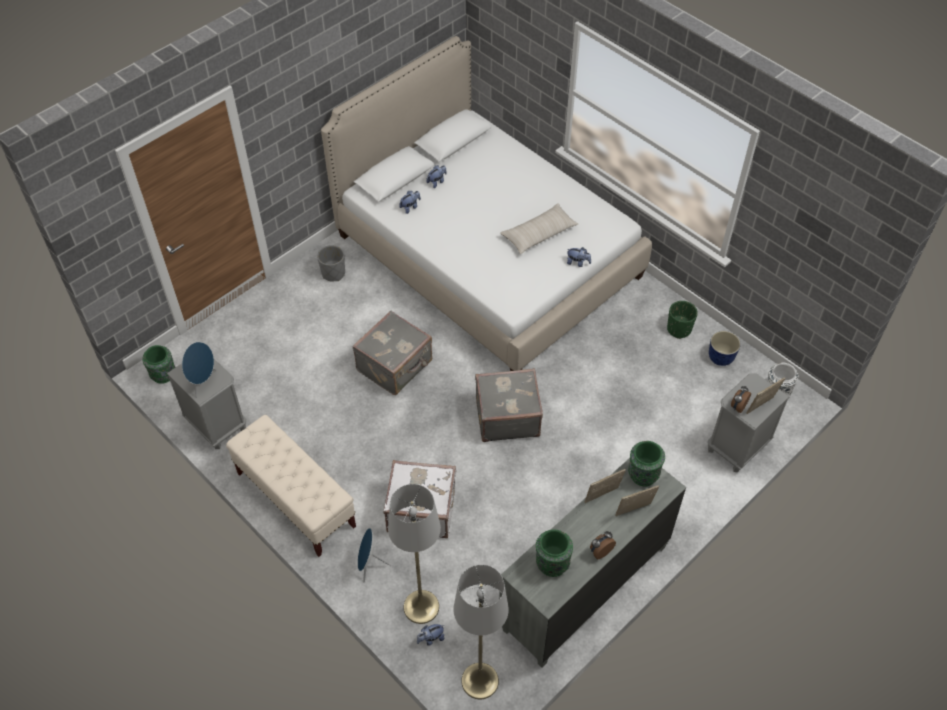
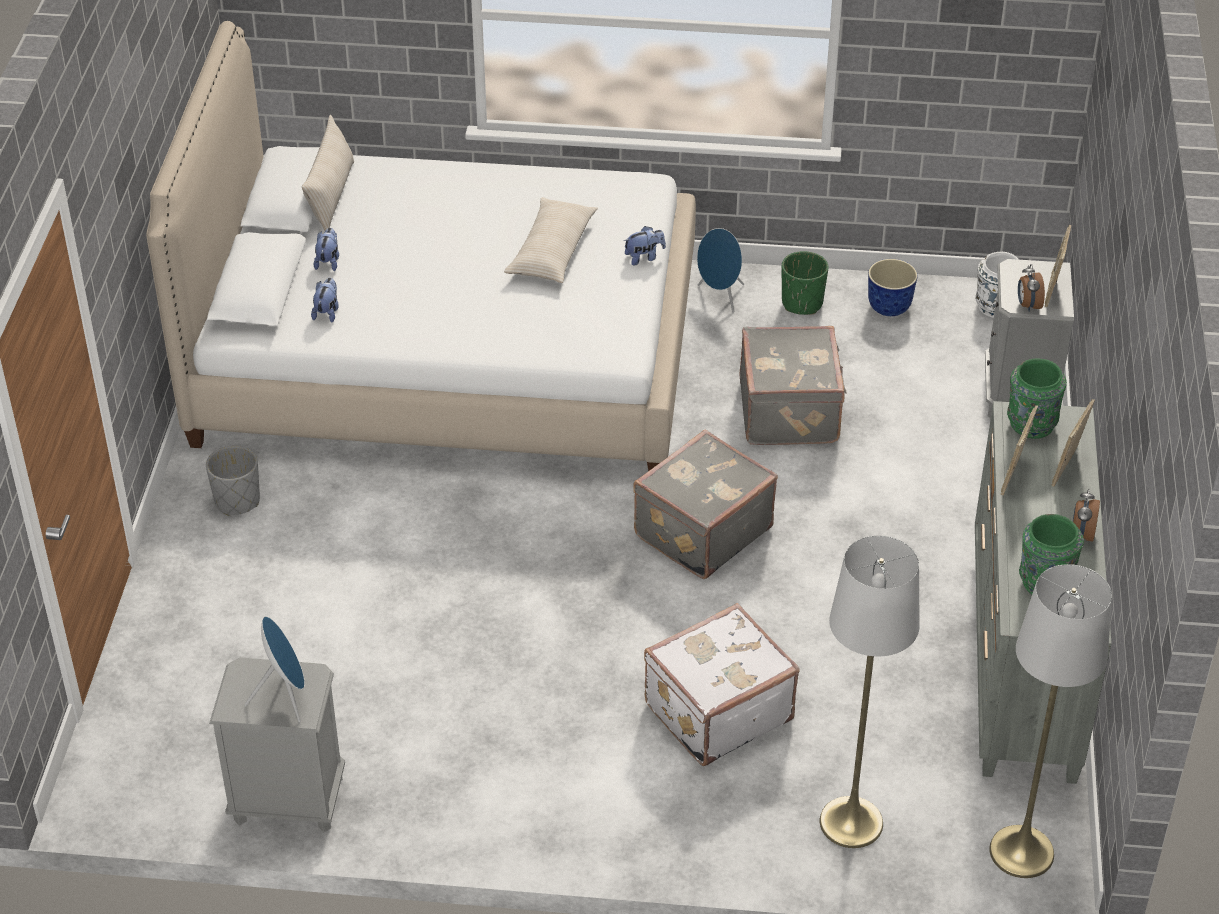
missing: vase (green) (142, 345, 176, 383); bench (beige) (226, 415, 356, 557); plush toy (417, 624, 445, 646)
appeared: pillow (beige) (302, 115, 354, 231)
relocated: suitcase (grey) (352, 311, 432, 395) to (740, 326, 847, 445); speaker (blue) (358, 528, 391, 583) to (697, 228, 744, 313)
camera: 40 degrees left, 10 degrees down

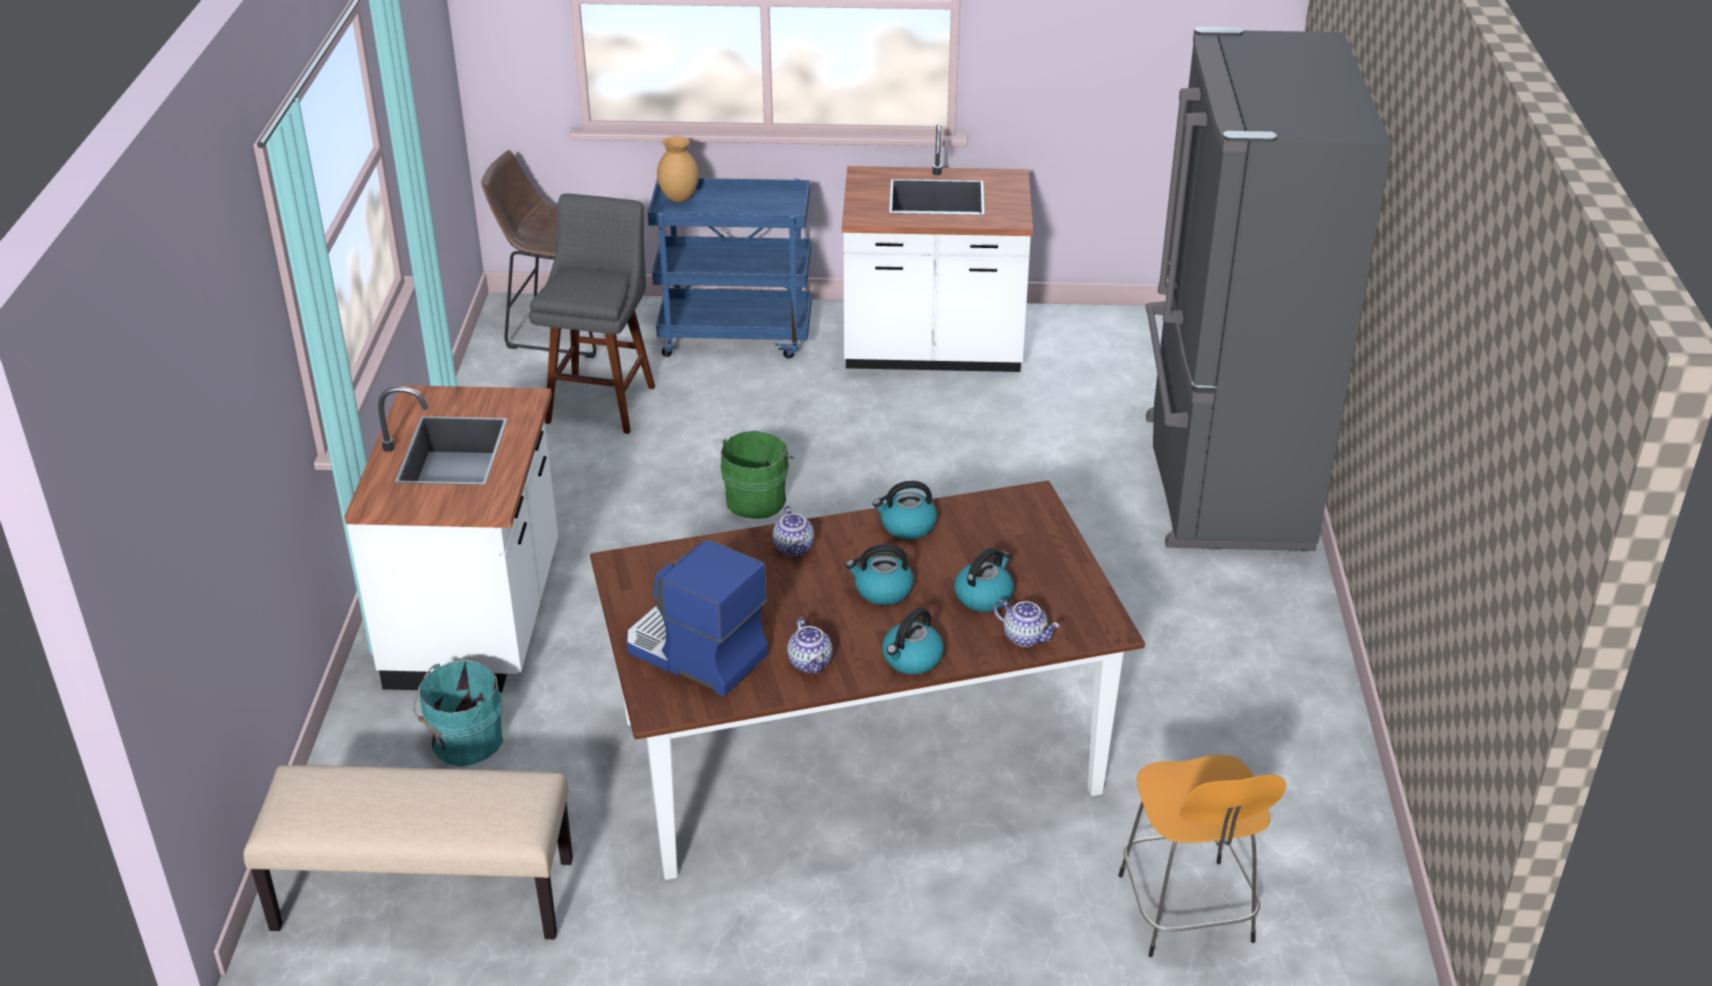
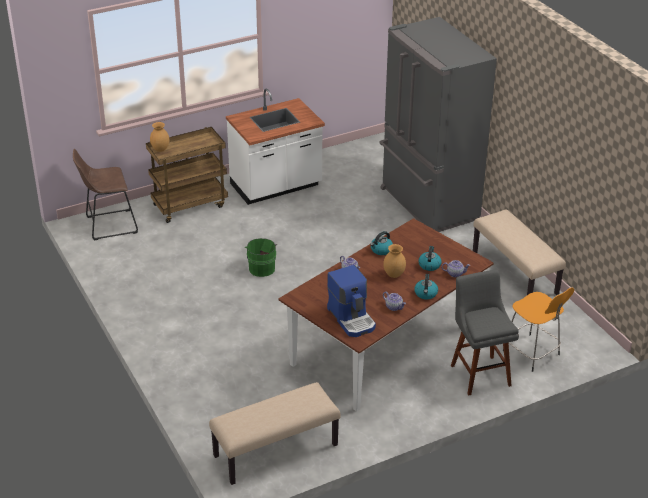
missing: counter (white) (344, 385, 558, 693); bucket (turquoise) (413, 660, 503, 767)
appeared: bench (beige) (473, 209, 566, 295)
relocated: stool (grey) (529, 193, 655, 434) to (451, 270, 519, 395)
exchanged: kettle (846, 544, 914, 605) to vase (brown) (383, 244, 406, 278)
colour: cart (blue) (648, 178, 812, 359) to cart (brown) (146, 127, 228, 223)
spun: coffee machine (627, 540, 768, 697) = (327, 265, 376, 337) 120 degrees counterclockwise
camera: 30 degrees left, 0 degrees up

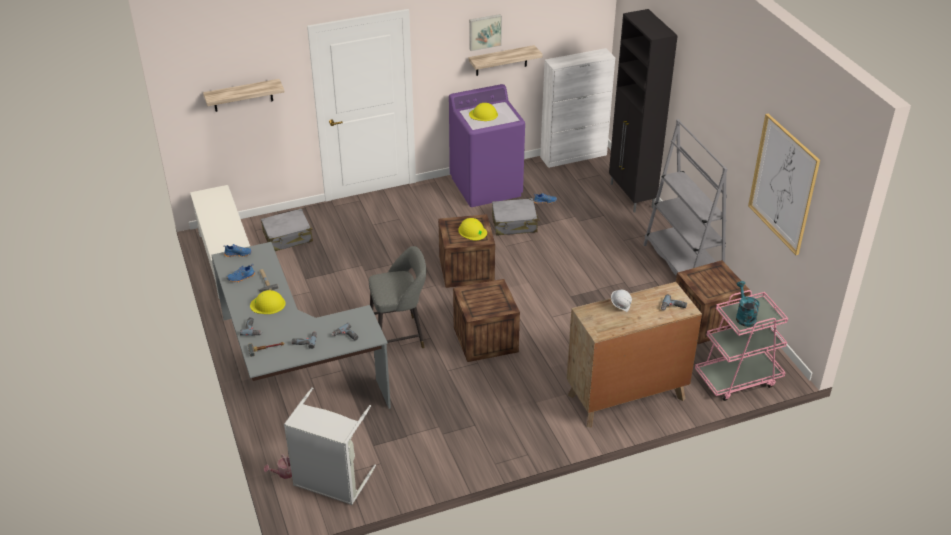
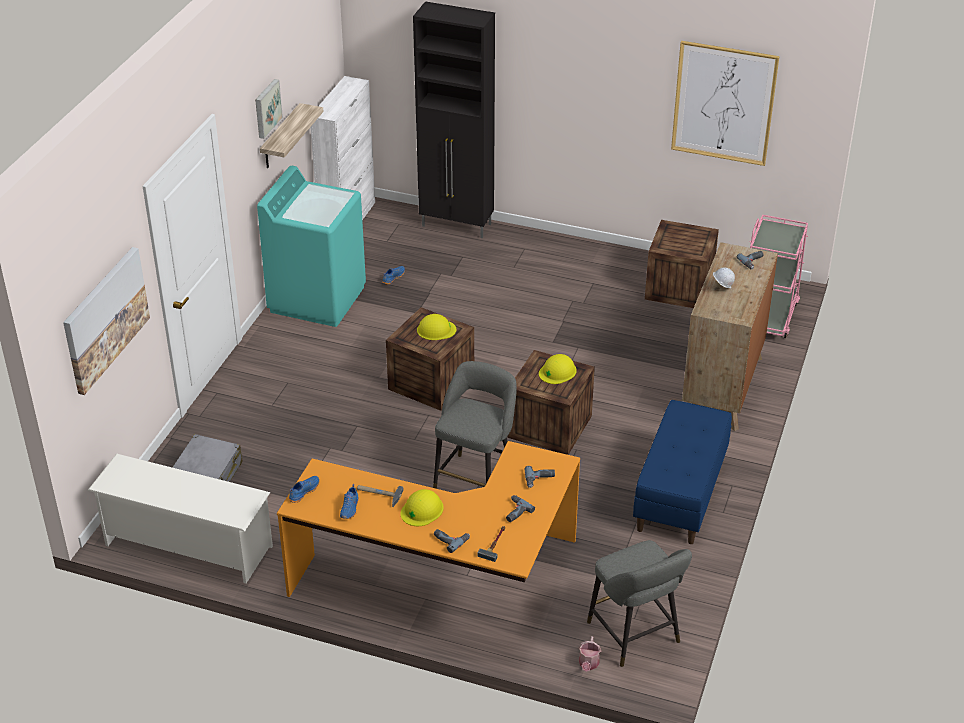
missing: bookcase (grey) (643, 119, 727, 276); suitcase (grey) (492, 198, 539, 236); watering can (turquoise) (736, 281, 760, 327)
appeared: bench (blue) (633, 400, 732, 544)
relocated: hard hat (yellow) (469, 103, 498, 121) to (539, 354, 577, 384)
exchanged: shelf (203, 79, 284, 112) to picture (63, 247, 150, 395); laundry basket (grey) (284, 387, 376, 505) to stool (grey) (587, 540, 692, 667)
colour: washing machine (purple) (449, 84, 525, 207) to washing machine (turquoise) (257, 166, 366, 327); desk (grey) (211, 242, 391, 409) to desk (orange) (277, 441, 580, 597)
camera: 50 degrees left, 0 degrees up

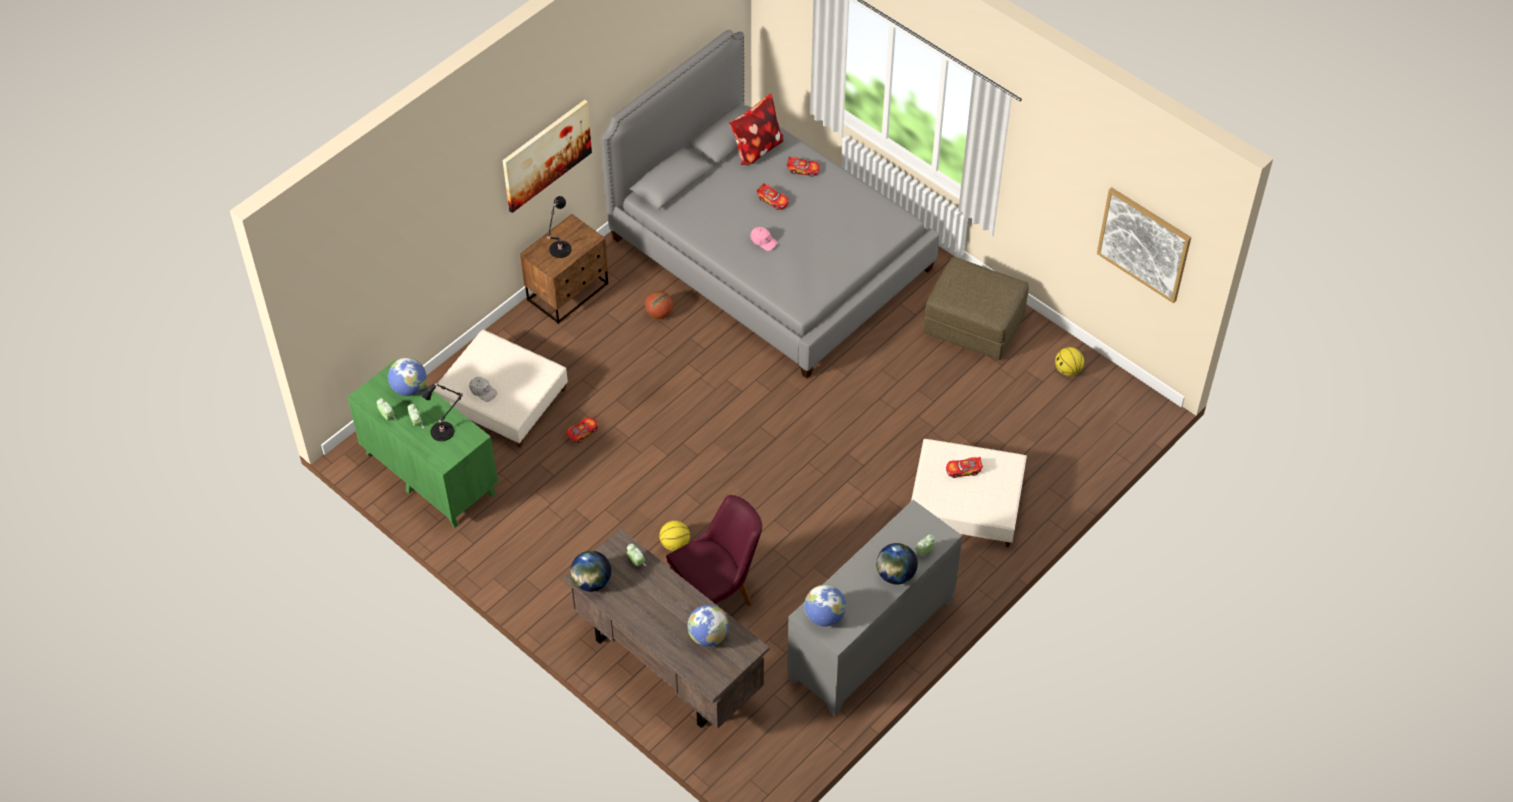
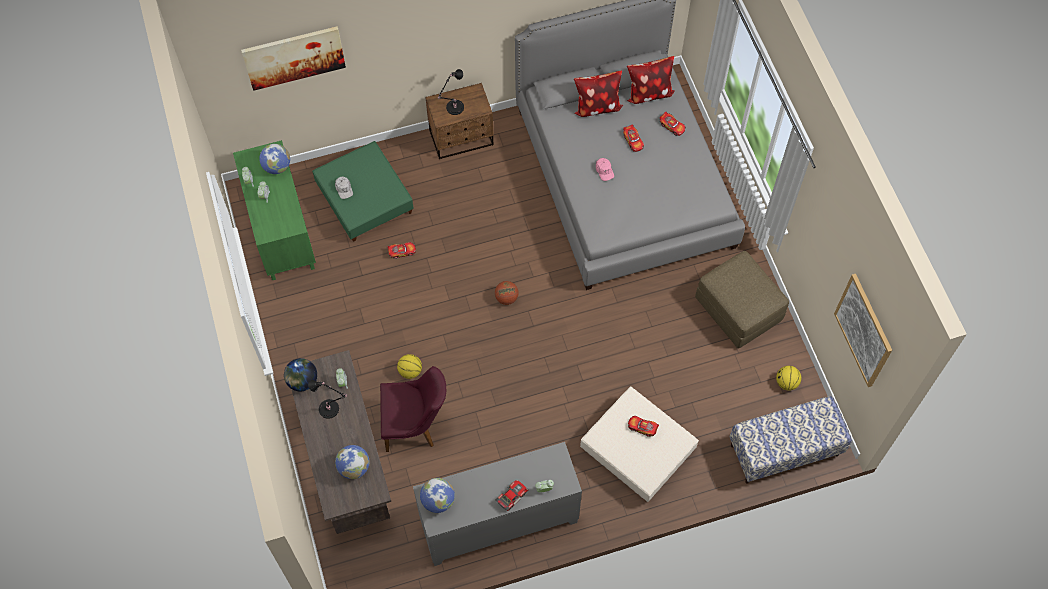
appeared: pillow (574, 71, 623, 117); bench (729, 396, 852, 484)
relocated: picture (503, 100, 592, 213) to (241, 26, 346, 91); basketball (645, 291, 673, 319) to (495, 281, 519, 305); table lamp (black) (419, 383, 463, 441) to (308, 380, 348, 419)
exchanged: globe (876, 543, 918, 585) to toy car (495, 480, 529, 511)
colour: ottoman (beige) (433, 330, 568, 447) to ottoman (green) (312, 141, 414, 242)
camera: 30 degrees right, 10 degrees up

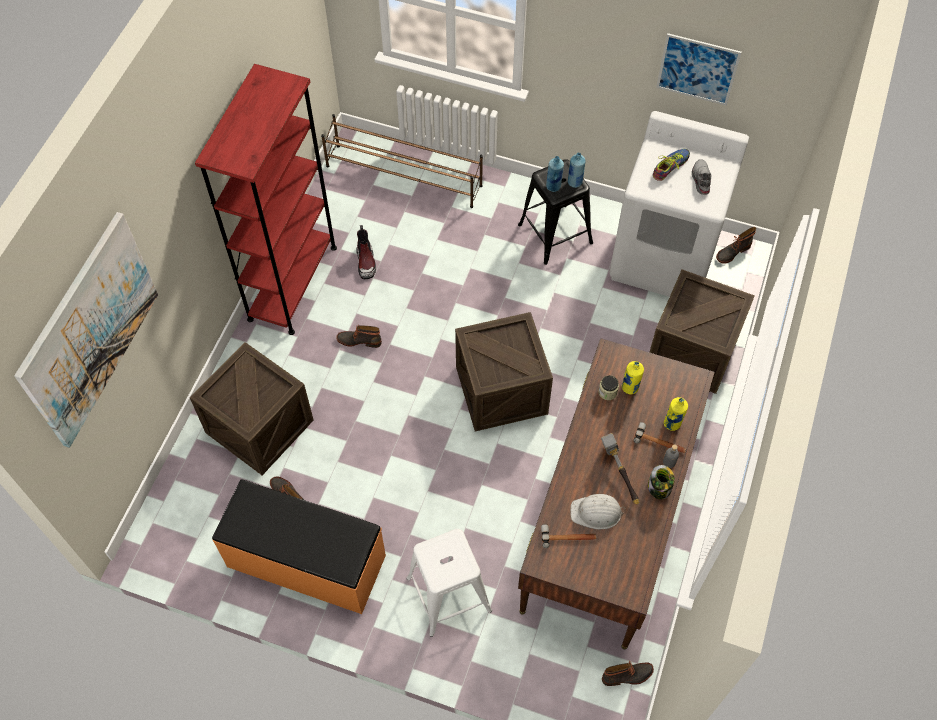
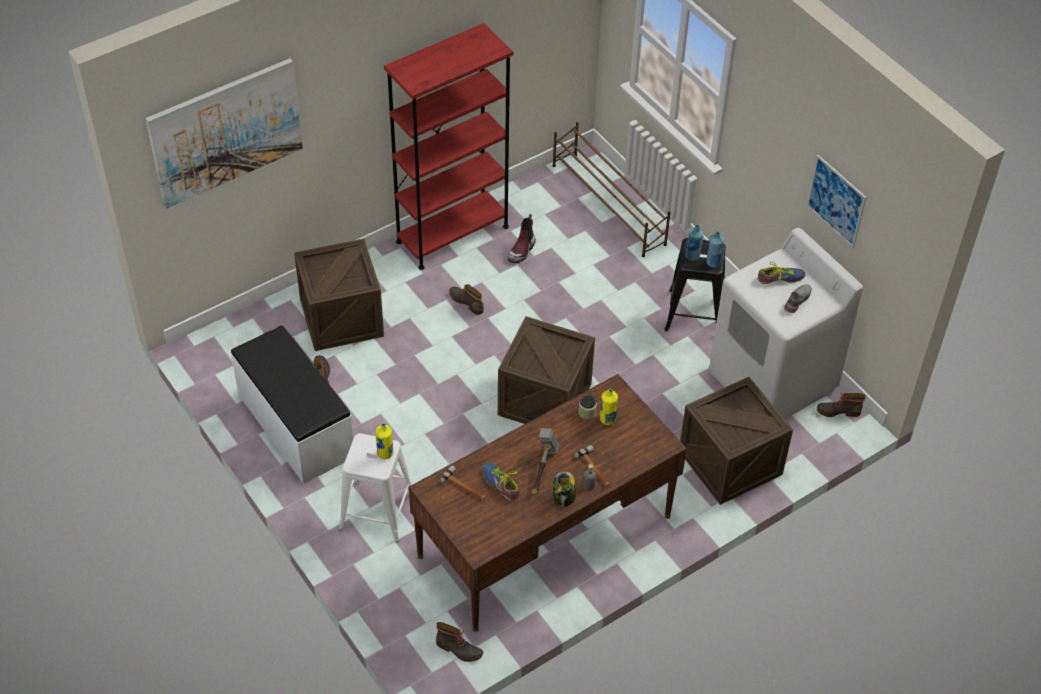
relocated: bottle (yellow) (664, 397, 688, 431) to (376, 423, 393, 459)
exchanged: hard hat (white) (570, 494, 625, 529) to shoe (483, 462, 521, 501)
colour: bench (orange) (212, 480, 386, 614) to bench (white) (231, 325, 353, 484)
camera: 35 degrees right, 10 degrees down

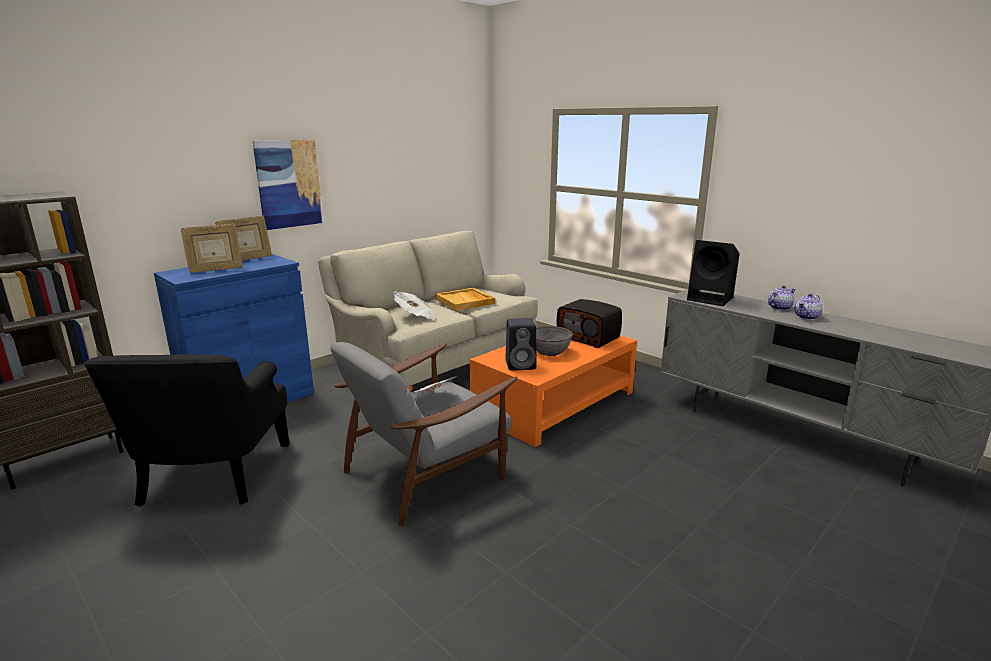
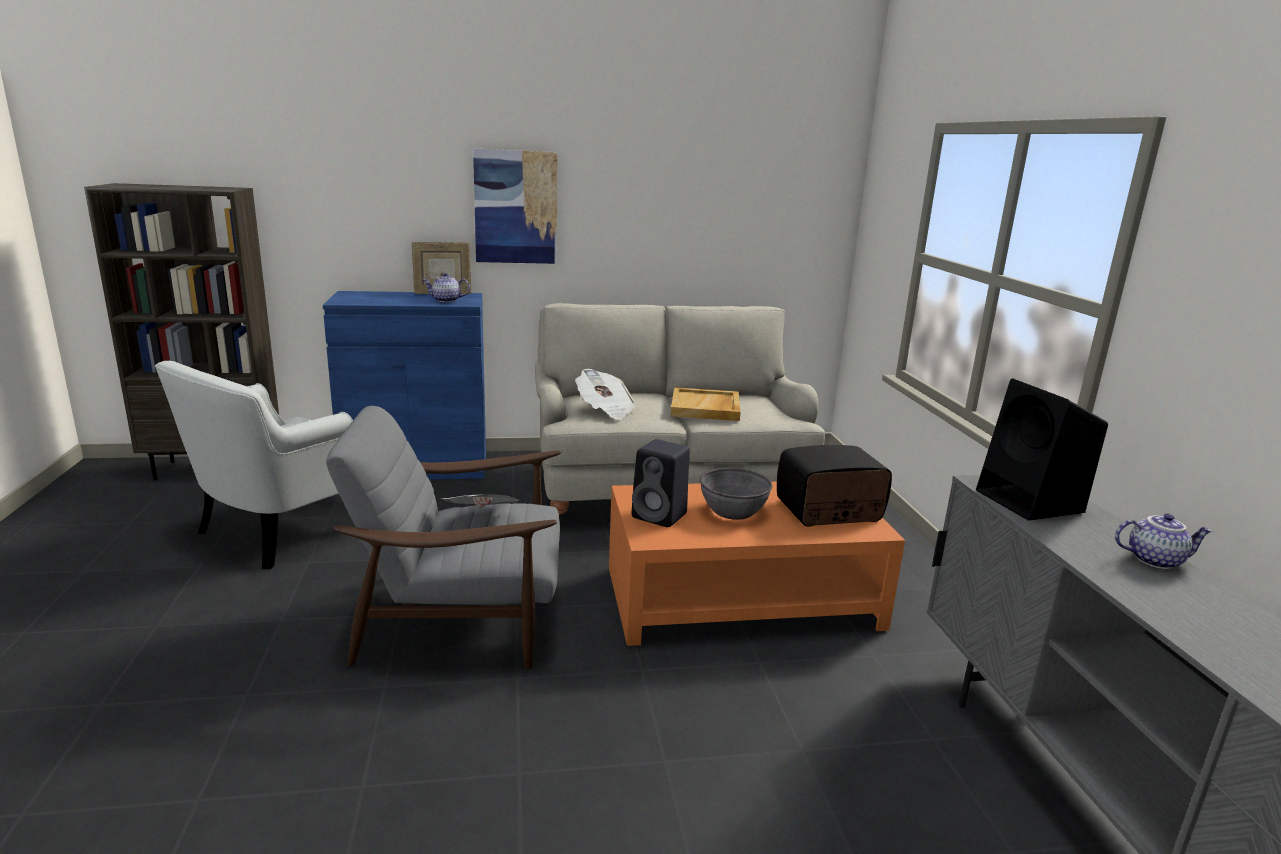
missing: picture frame (181, 224, 243, 273)
relocated: teapot (794, 293, 823, 320) to (423, 273, 470, 302)
colour: armchair (black) (84, 354, 289, 507) to armchair (white) (155, 361, 353, 569)
spun: radio (557, 299, 622, 348) = (777, 445, 892, 527) 90 degrees clockwise
camera: 35 degrees right, 0 degrees up

